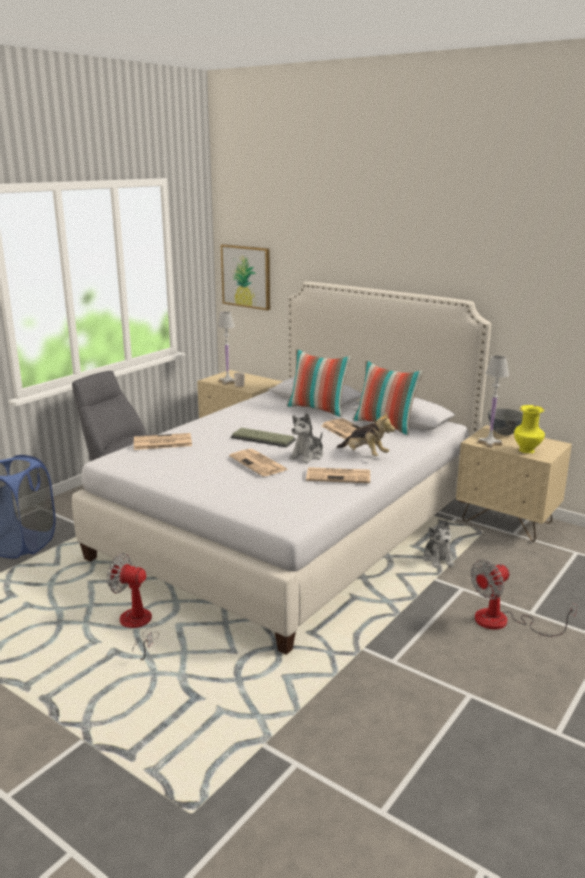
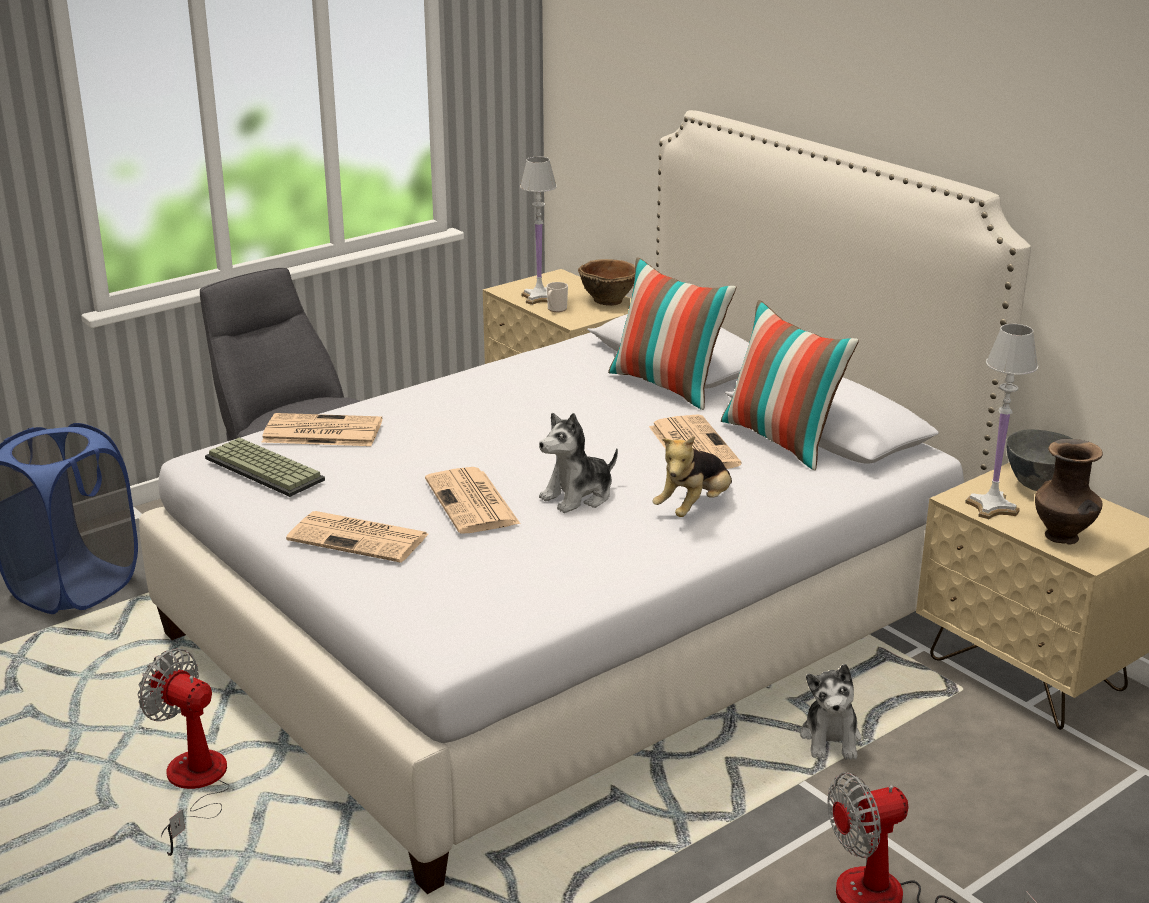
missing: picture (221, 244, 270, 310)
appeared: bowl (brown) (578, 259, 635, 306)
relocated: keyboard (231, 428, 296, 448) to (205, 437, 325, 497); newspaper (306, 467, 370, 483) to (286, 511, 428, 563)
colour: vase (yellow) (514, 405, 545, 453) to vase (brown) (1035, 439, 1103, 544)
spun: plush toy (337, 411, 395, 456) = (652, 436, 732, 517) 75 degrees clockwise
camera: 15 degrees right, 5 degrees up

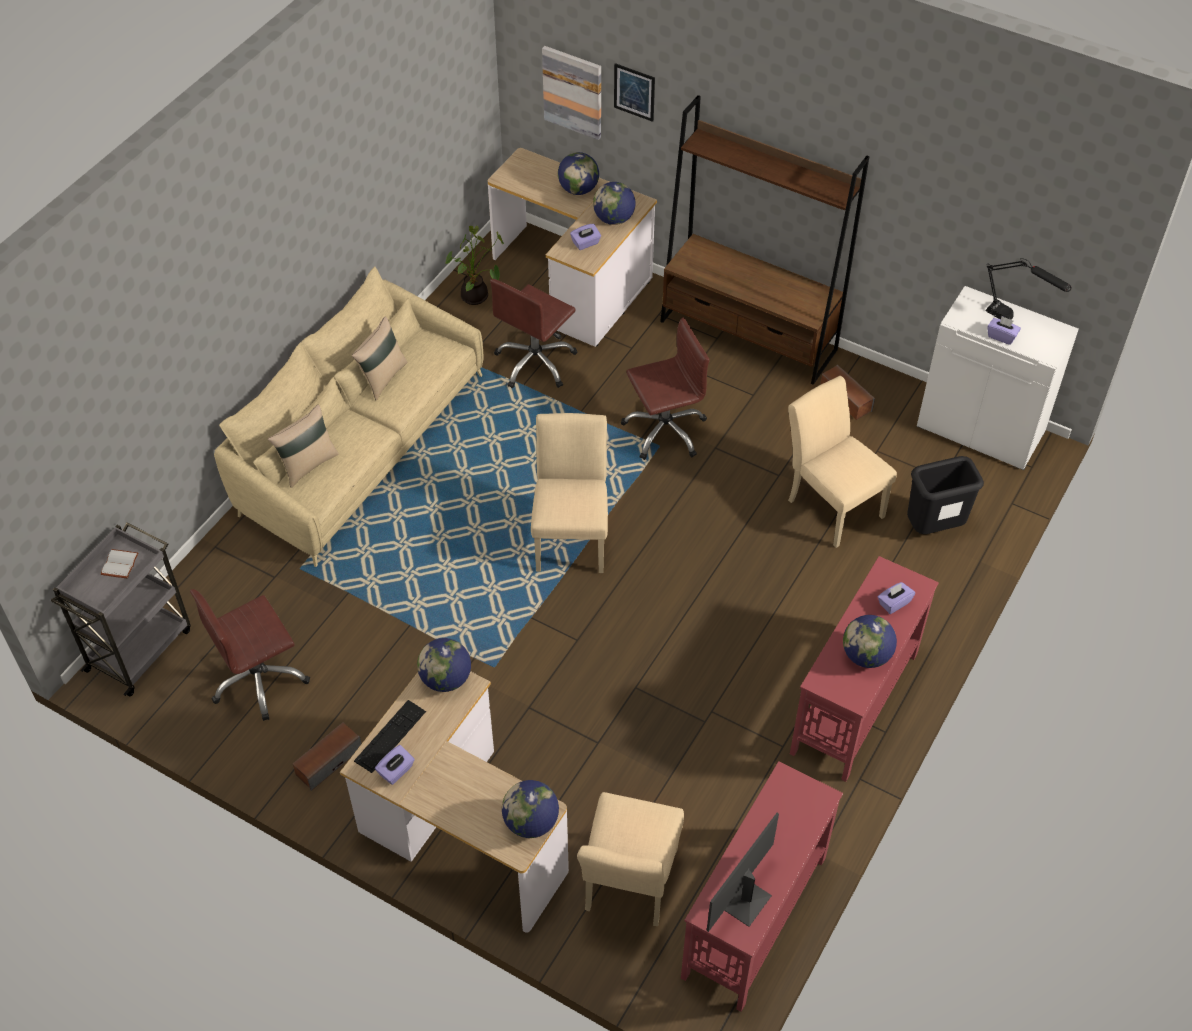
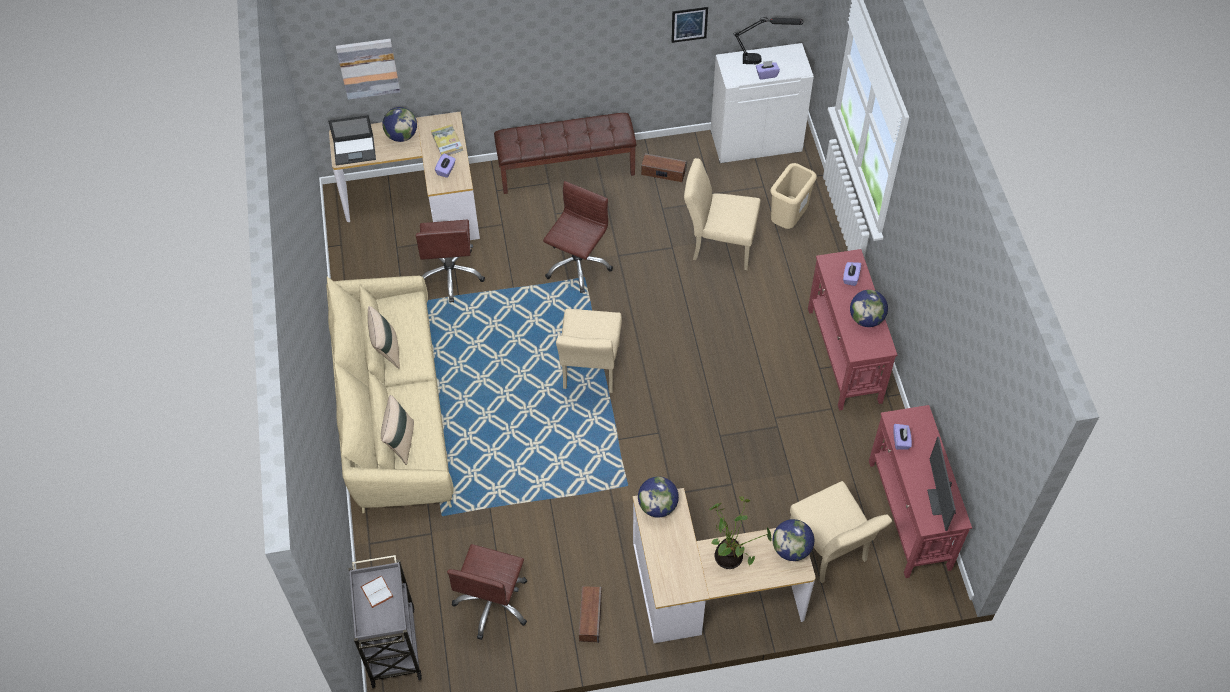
missing: keyboard (354, 700, 426, 773)
appeared: laptop (328, 115, 376, 165)
relocated: picture (614, 63, 655, 122) to (671, 7, 708, 43); potted plant (445, 226, 504, 305) to (709, 496, 772, 569); tissue box (purple) (375, 745, 415, 785) to (893, 424, 912, 450)
exchanged: bookcase (brown) (660, 95, 869, 385) to bench (brown) (494, 113, 636, 194); globe (593, 182, 636, 225) to book (431, 124, 463, 155)
colour: trash can (black) (907, 456, 984, 534) to trash can (beige) (771, 163, 817, 229)
spun: chair (beige) (531, 413, 608, 573) = (556, 309, 622, 393) 135 degrees counterclockwise
camera: 40 degrees left, 5 degrees up

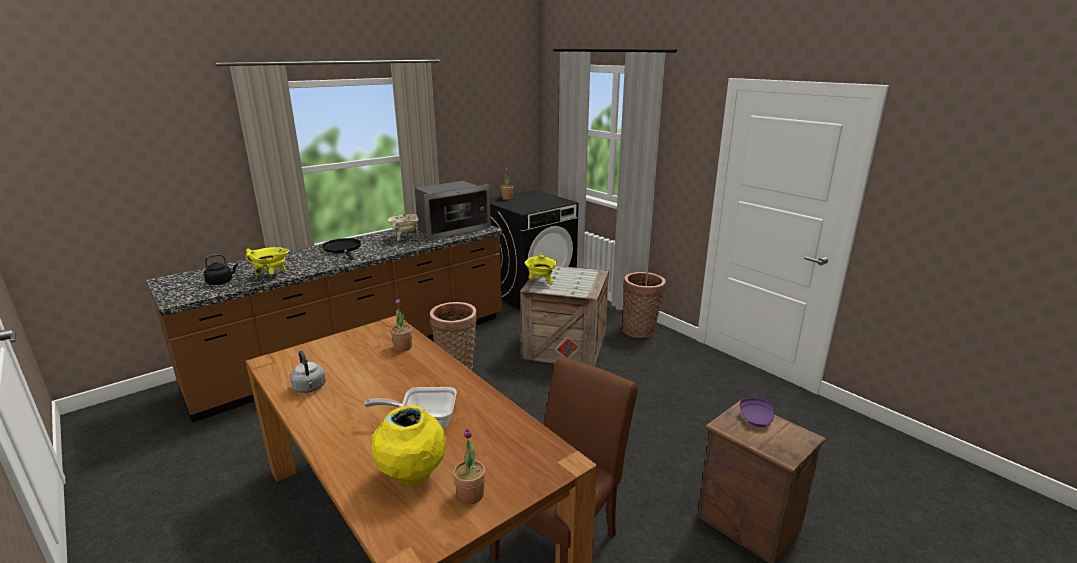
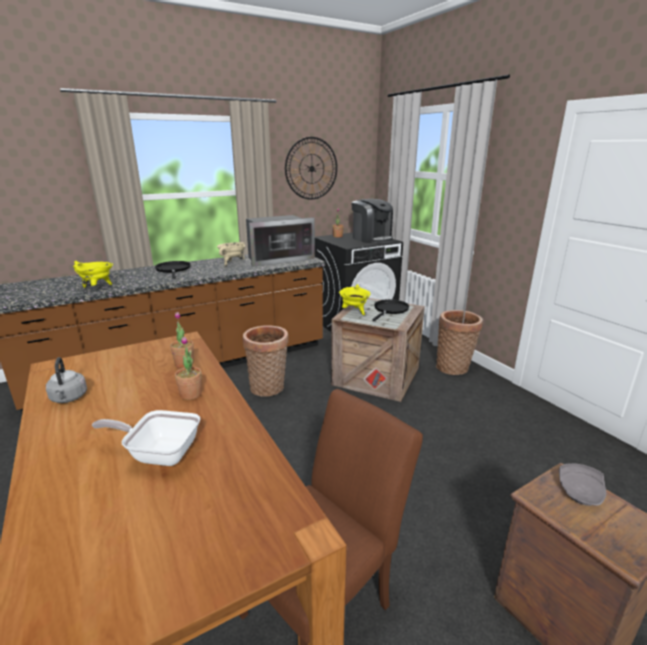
missing: kettle (black) (204, 254, 238, 285); vase (yellow) (371, 405, 446, 486)
appeared: wall clock (285, 137, 337, 200); coffee machine (352, 199, 393, 243); frying pan (black) (372, 299, 409, 321)
relocated: potted plant (453, 429, 485, 504) to (175, 337, 202, 400)
colour: plate (purple) (740, 398, 774, 427) to plate (grey) (559, 463, 606, 506)
camera: 10 degrees right, 0 degrees up

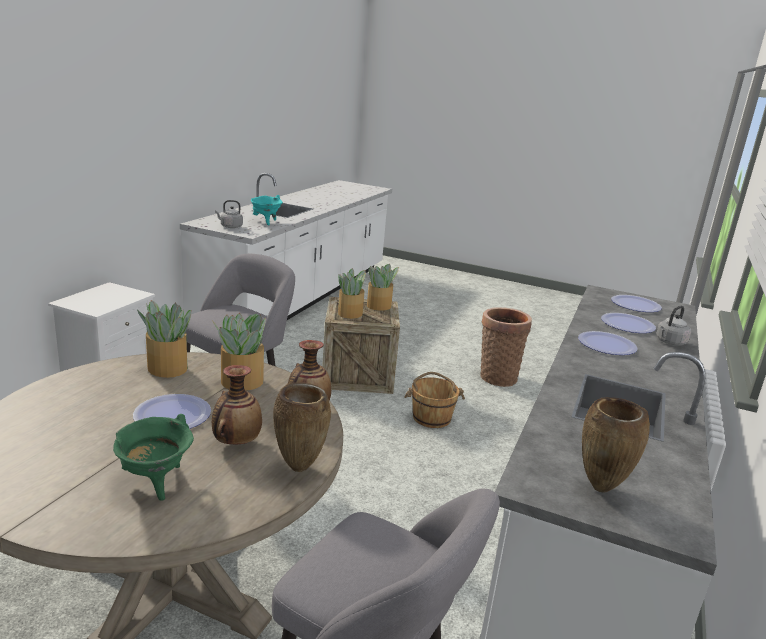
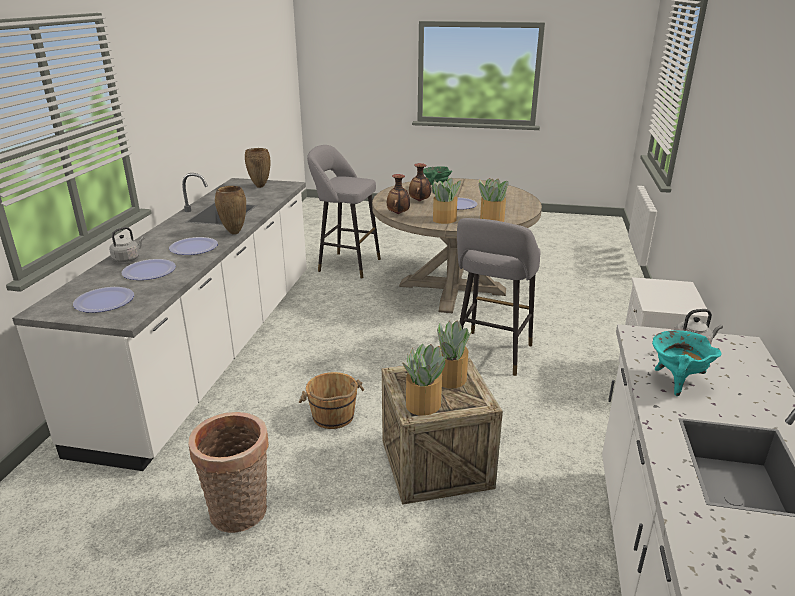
relocated: vase (brown) (273, 382, 331, 472) to (215, 186, 246, 235)
camera: 170 degrees right, 5 degrees up

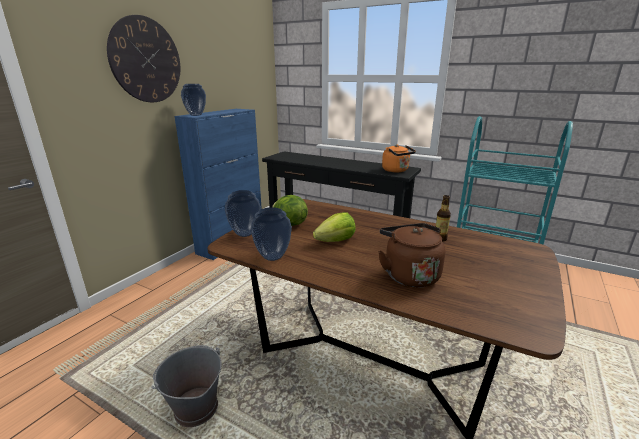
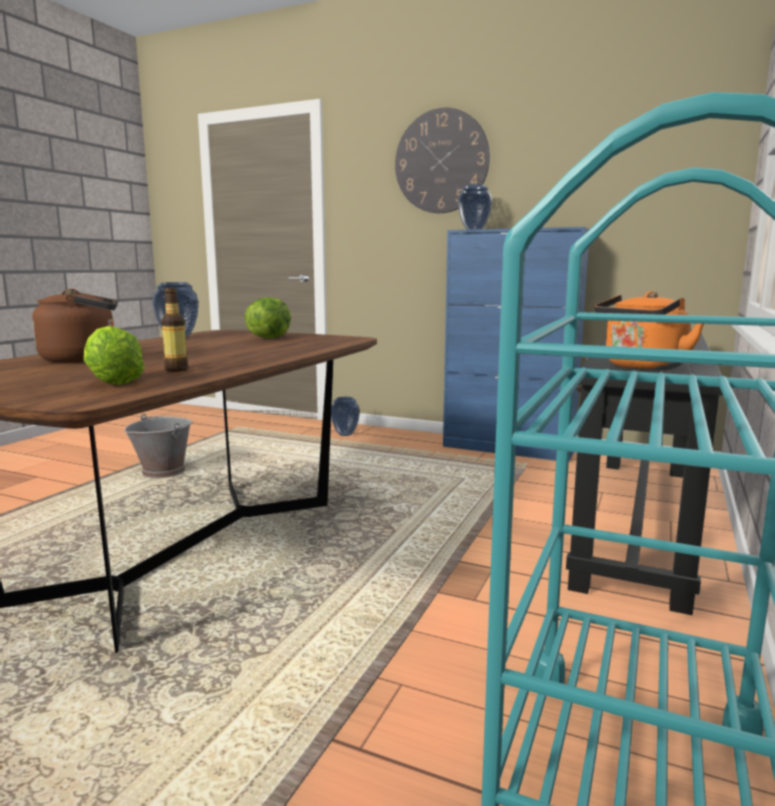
relocated: vase (225, 190, 261, 237) to (331, 397, 360, 436); lettuce (313, 212, 356, 242) to (84, 326, 145, 385)
camera: 85 degrees right, 10 degrees down

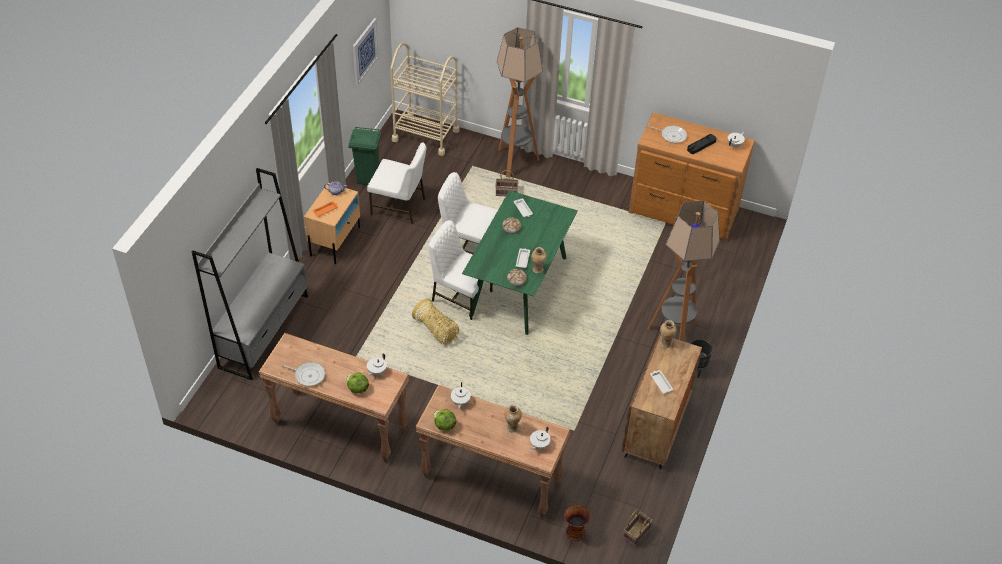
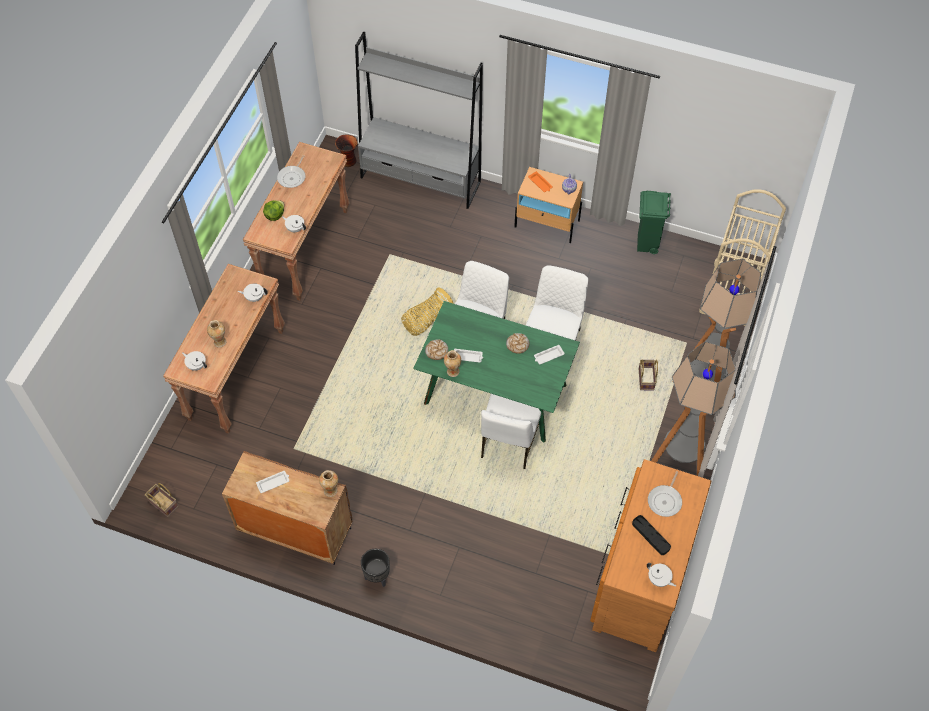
missing: picture (353, 18, 379, 86); lettuce (433, 409, 456, 431)
relocated: chair (white) (367, 143, 426, 224) to (481, 394, 541, 469); floor lamp (648, 201, 720, 341) to (651, 341, 736, 476); vase (564, 505, 591, 541) to (335, 134, 358, 167)
camera: 90 degrees right, 10 degrees up

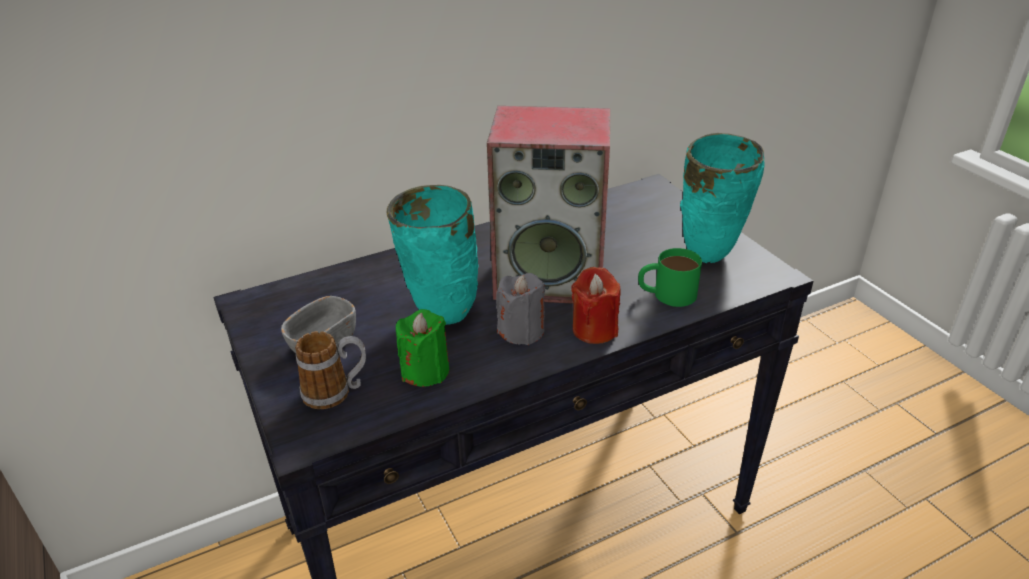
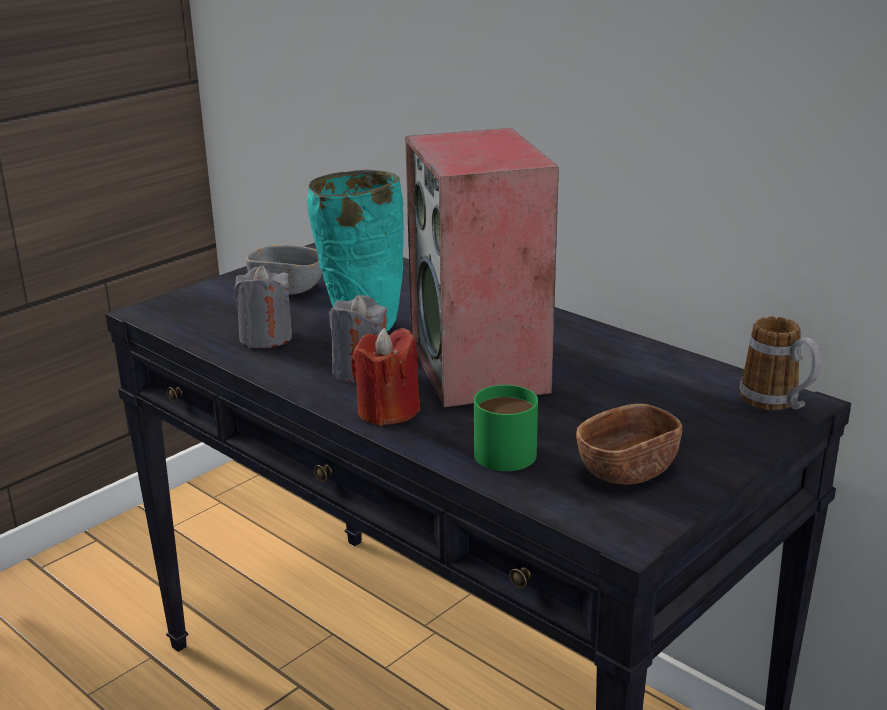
relocated: mug (296, 331, 366, 409) to (740, 316, 821, 410)
exchanged: vase (turquoise) (680, 133, 765, 263) to bowl (brown) (576, 403, 682, 484)
colour: candle (green) (396, 309, 449, 387) to candle (grey) (234, 265, 292, 348)
camera: 70 degrees right, 10 degrees down

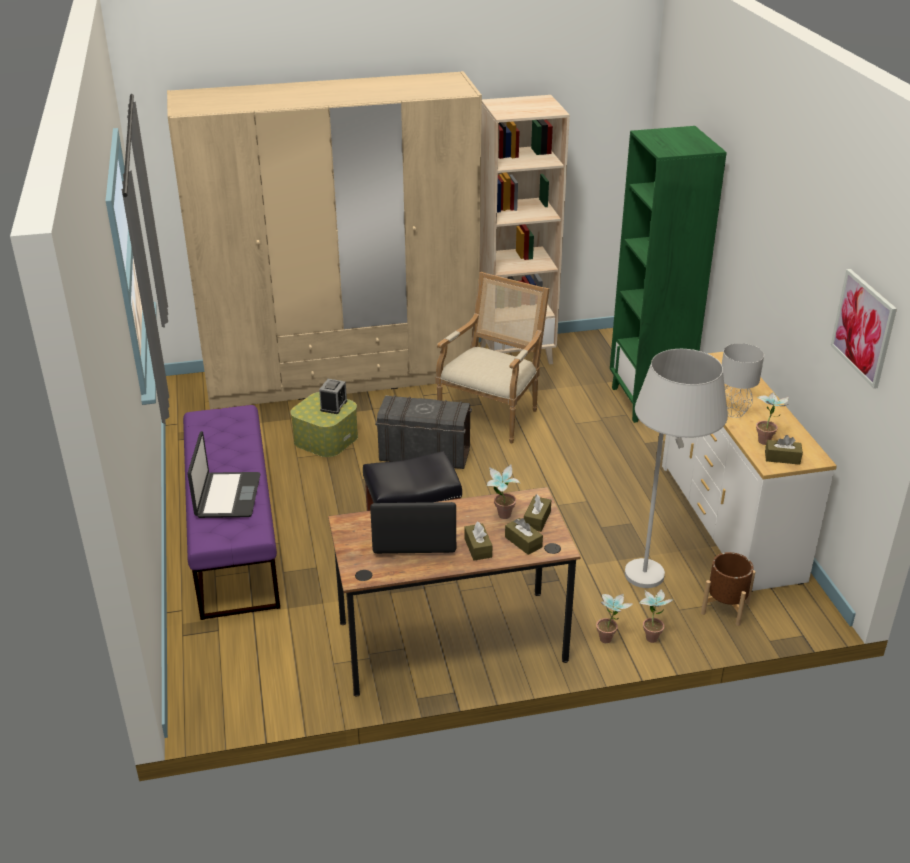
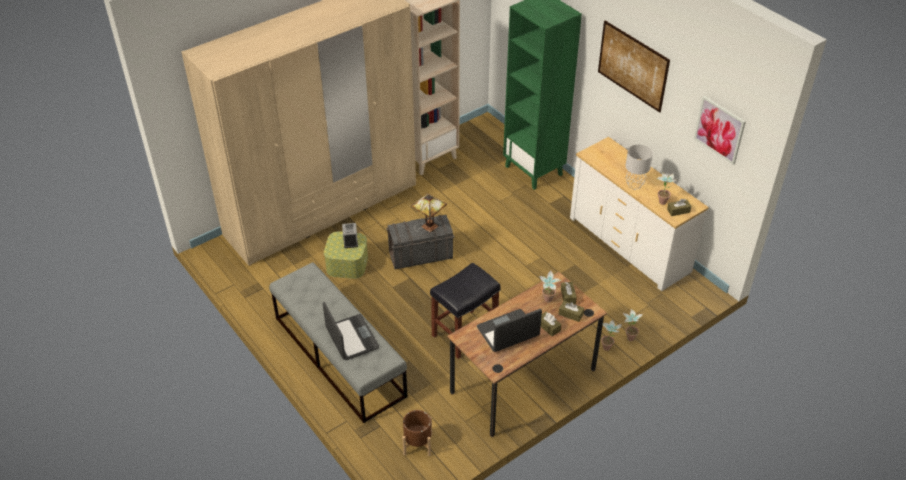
missing: armchair (436, 272, 549, 444); floor lamp (white) (625, 349, 728, 588)
appeared: picture (598, 21, 670, 112); table lamp (411, 193, 447, 232)
relocated: planter (brown) (701, 552, 755, 626) to (402, 410, 432, 456)
colour: bench (purple) (183, 405, 280, 620) to bench (grey) (269, 263, 407, 423)
camera: 25 degrees left, 10 degrees up

